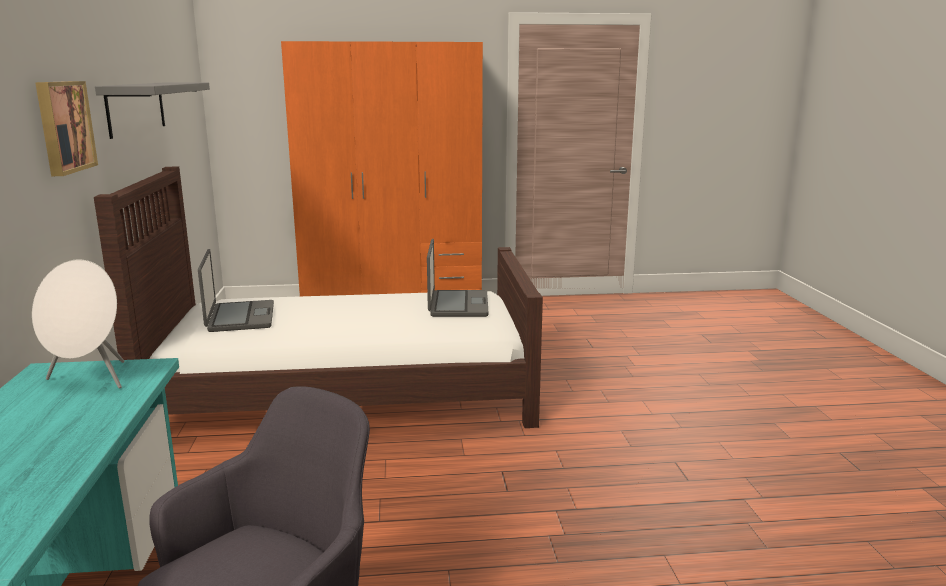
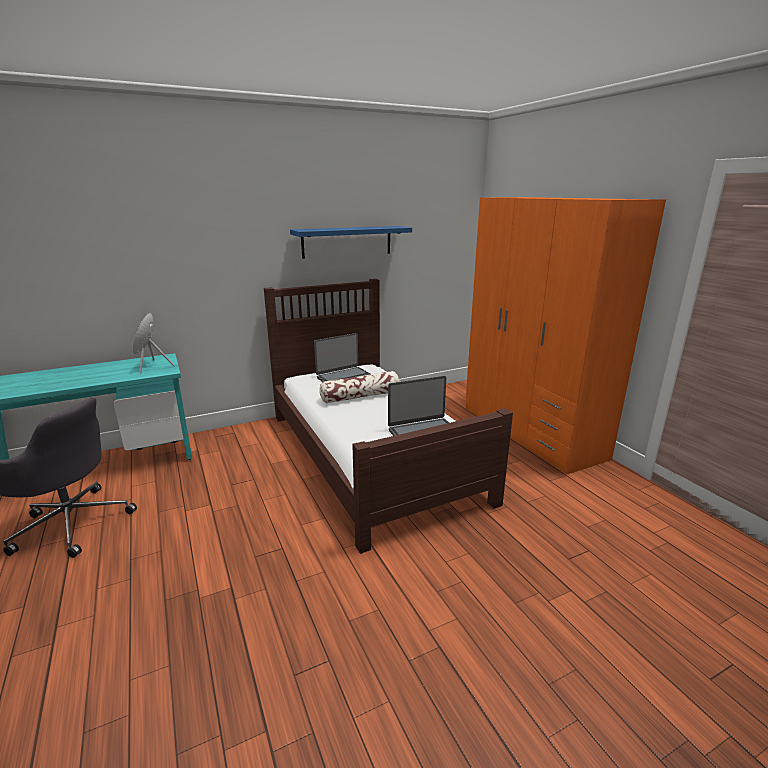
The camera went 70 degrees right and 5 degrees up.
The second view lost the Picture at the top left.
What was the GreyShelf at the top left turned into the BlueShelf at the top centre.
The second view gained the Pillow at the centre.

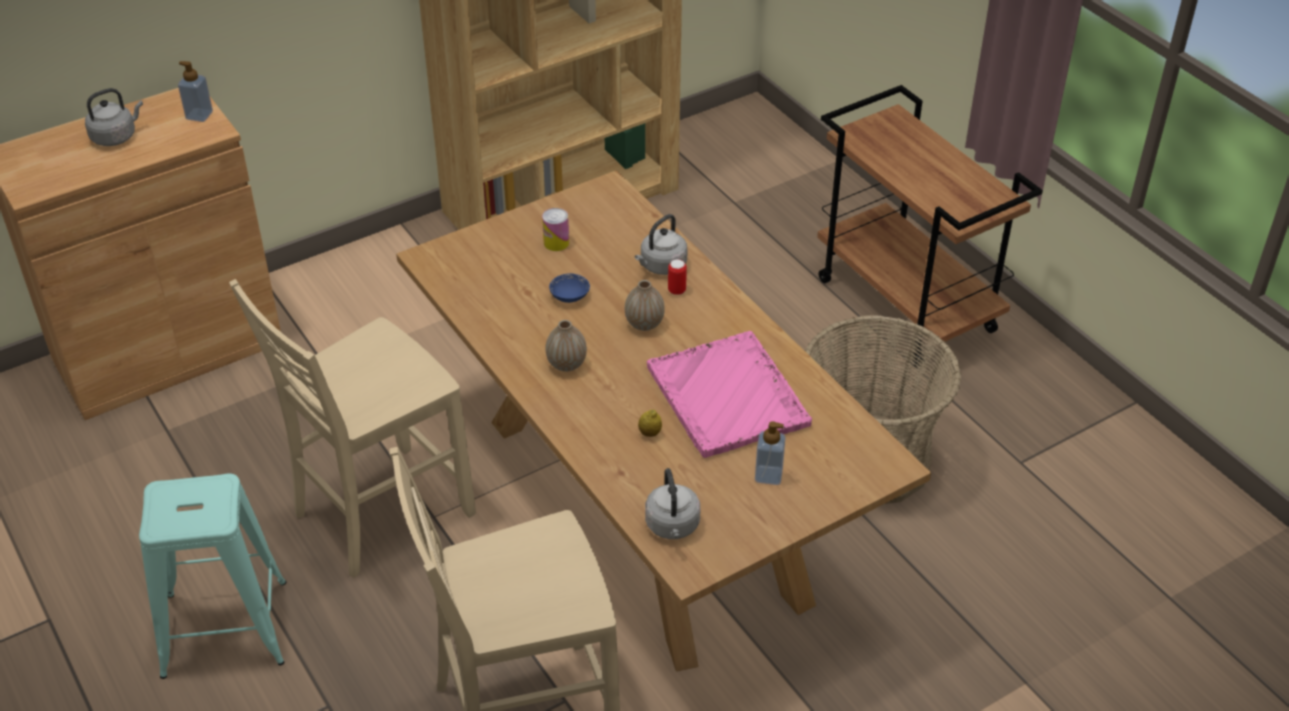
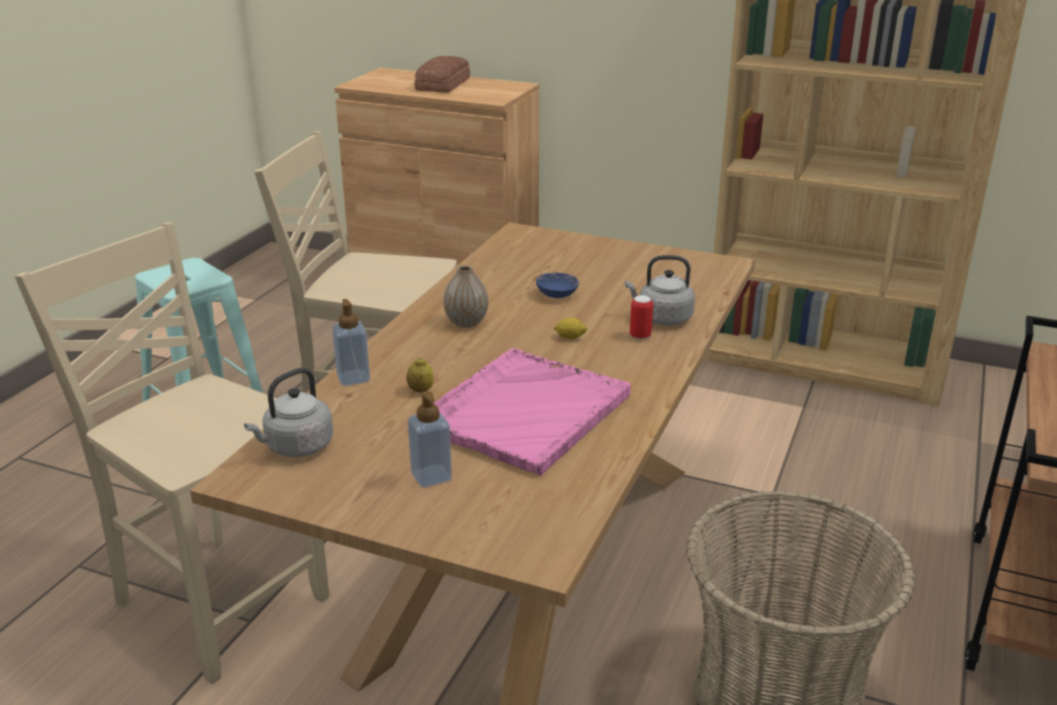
The camera went 55 degrees right and 15 degrees down.
Where the GreyKettle (1st from left) stood at the top left, the Bread came to stand at the top centre.
The SoapDispenser (1st from left) ended up elsewhere, having gone from the top left to the middle left.
The second view lost the Can (1st from left) at the top centre.
Where the Vase (2nd from left) stood at the centre, the Lemon (2nd from left) came to stand at the centre.

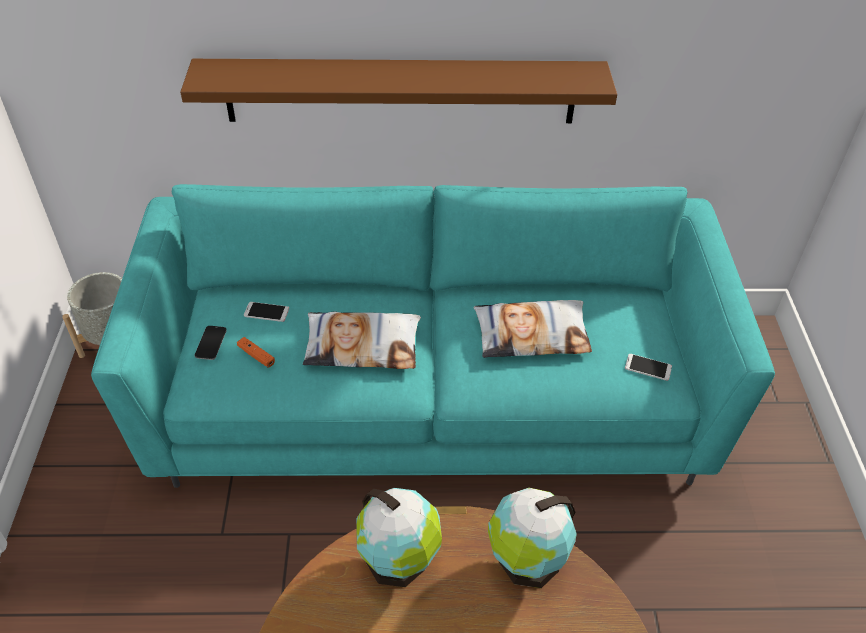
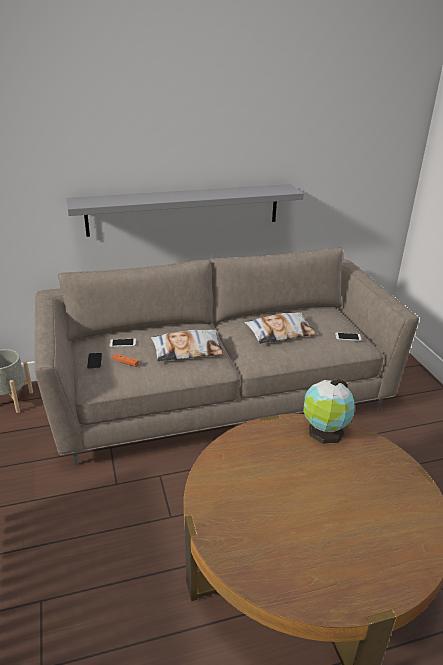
The camera went 15 degrees left and 15 degrees down.
What was the TurquoiseSofa at the centre turned into the BeigeSofa at the centre.
What was the BrownShelf at the top centre turned into the GreyShelf at the top centre.
The second view lost the Globe (1st from left) at the bottom centre.

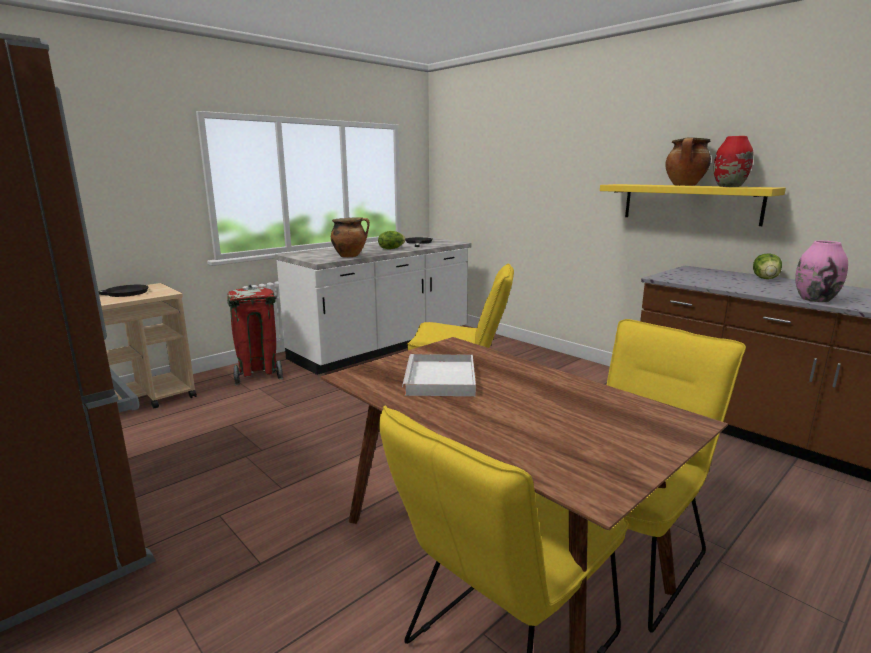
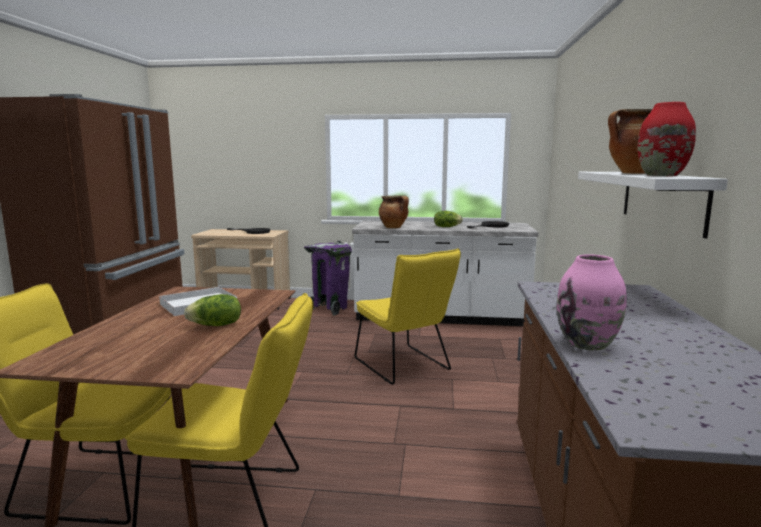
The camera went 50 degrees right and 5 degrees down.
What was the RedTrashCan at the middle left turned into the PurpleTrashCan at the centre.
What was the YellowShelf at the top right turned into the WhiteShelf at the middle right.
The Lettuce (2nd from left in the first image) ended up elsewhere, having gone from the middle right to the middle left.

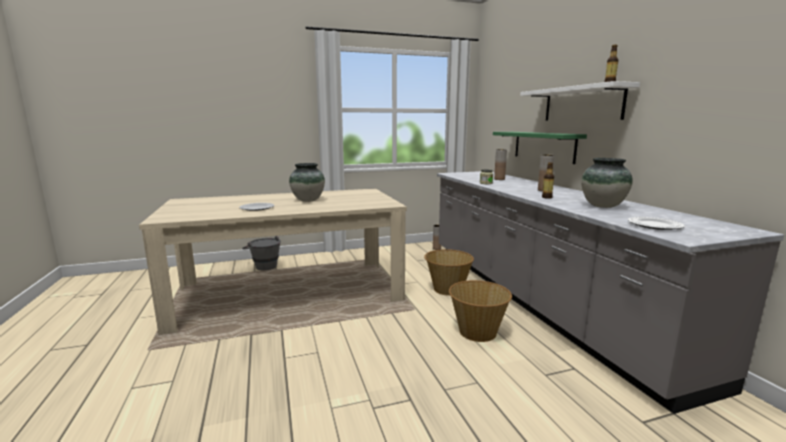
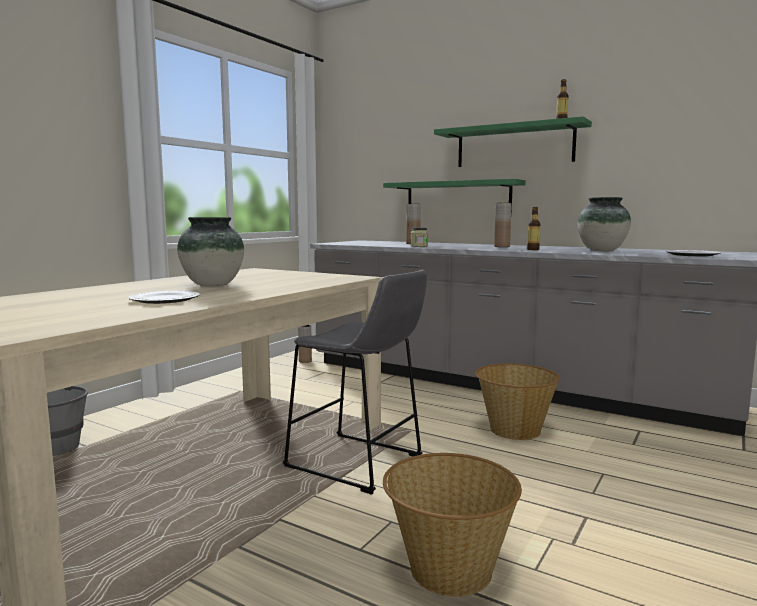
The camera went 40 degrees left and 5 degrees down.
The Basket (1st from left) ended up elsewhere, having gone from the centre to the bottom centre.
What was the WhiteShelf at the top right turned into the GreenShelf (2nd from left) at the top right.
The second view gained the GreyStool at the centre.

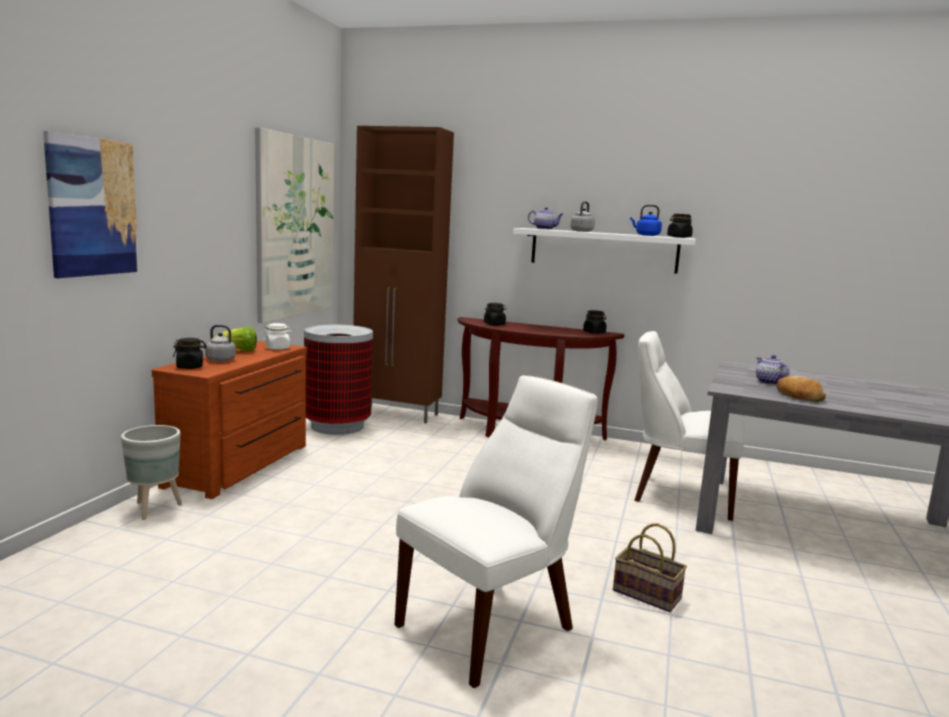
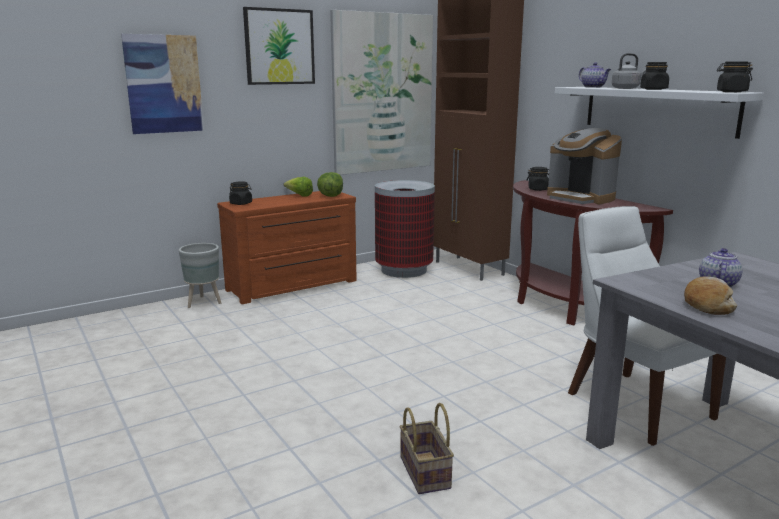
The camera went 40 degrees right and 5 degrees up.
The second view lost the GreyKettle (1st from left) at the middle left.
Where the WhiteJar stood at the middle left, the Lettuce (2nd from left) came to stand at the centre.
The second view lost the WhiteChair (1st from left) at the bottom centre.
The BlackJar (3rd from left) ended up elsewhere, having gone from the centre to the top right.
The second view lost the BlueKettle at the top right.
The second view gained the Picture (2nd from left) at the top centre.
The second view gained the CoffeeMachine at the top right.

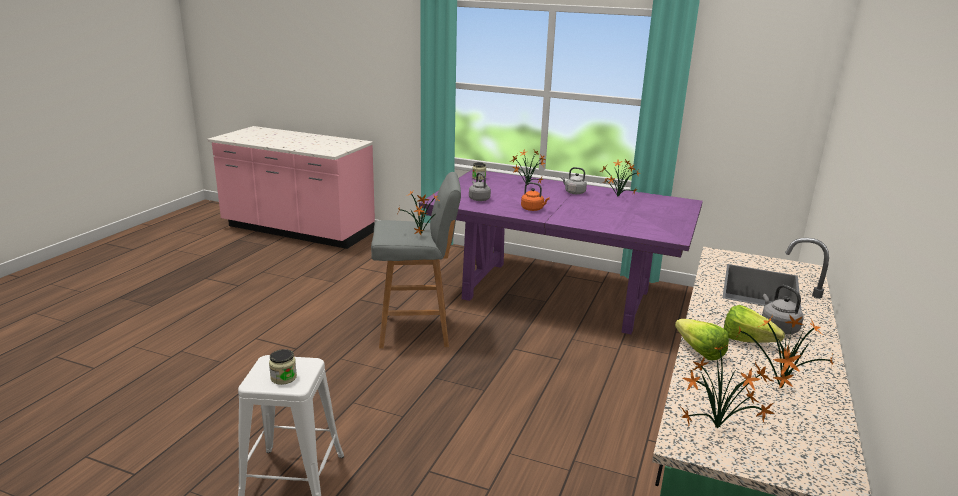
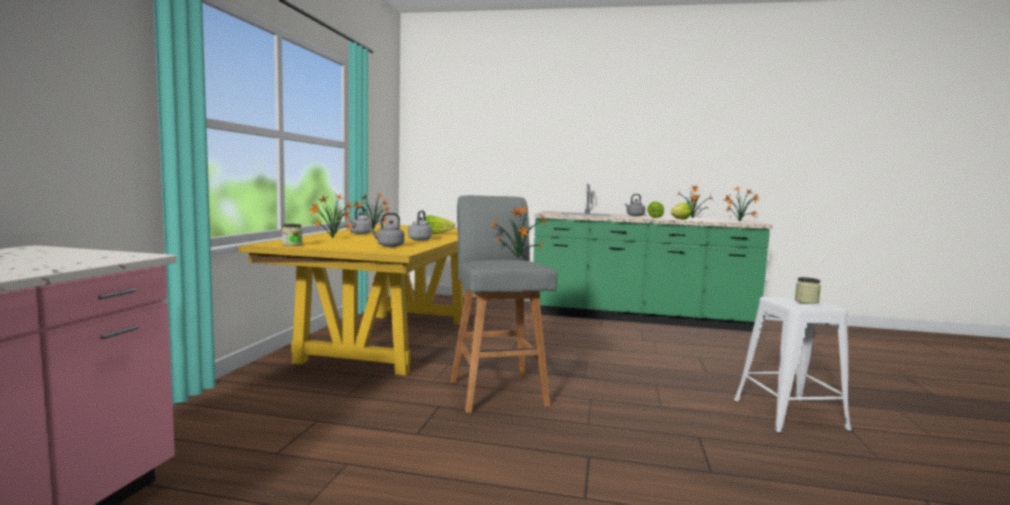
The camera went 100 degrees left and 15 degrees down.
What was the PurpleDiningTable at the centre turned into the YellowDiningTable at the centre.
What was the OrangeKettle at the centre turned into the GreyKettle (3rd from left) at the centre.
The second view gained the Lettuce (1st from left) at the centre.

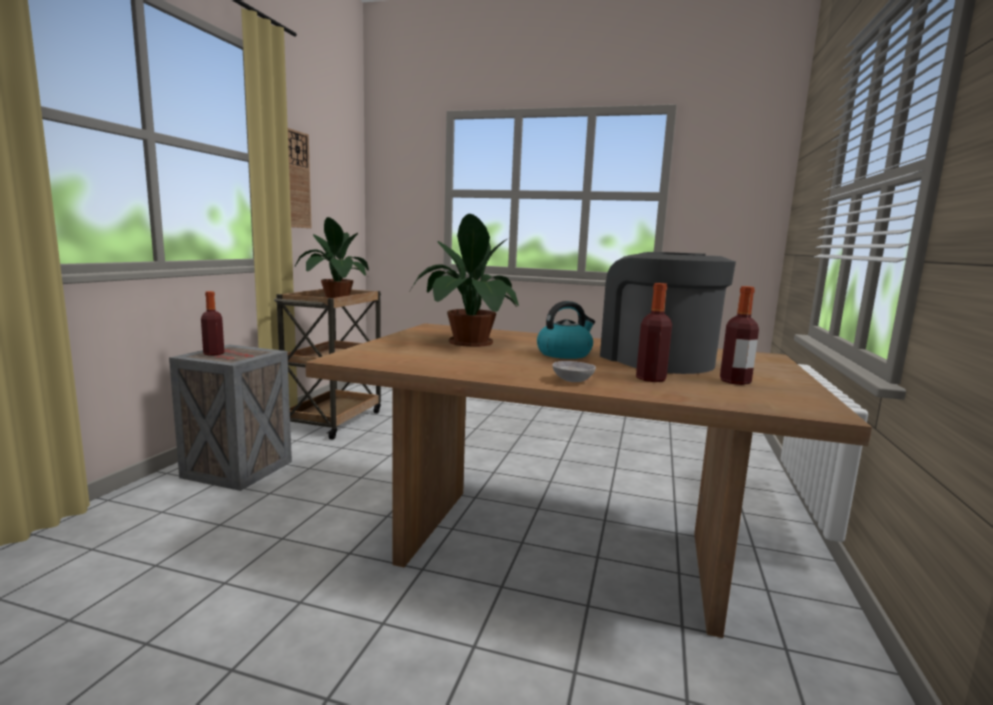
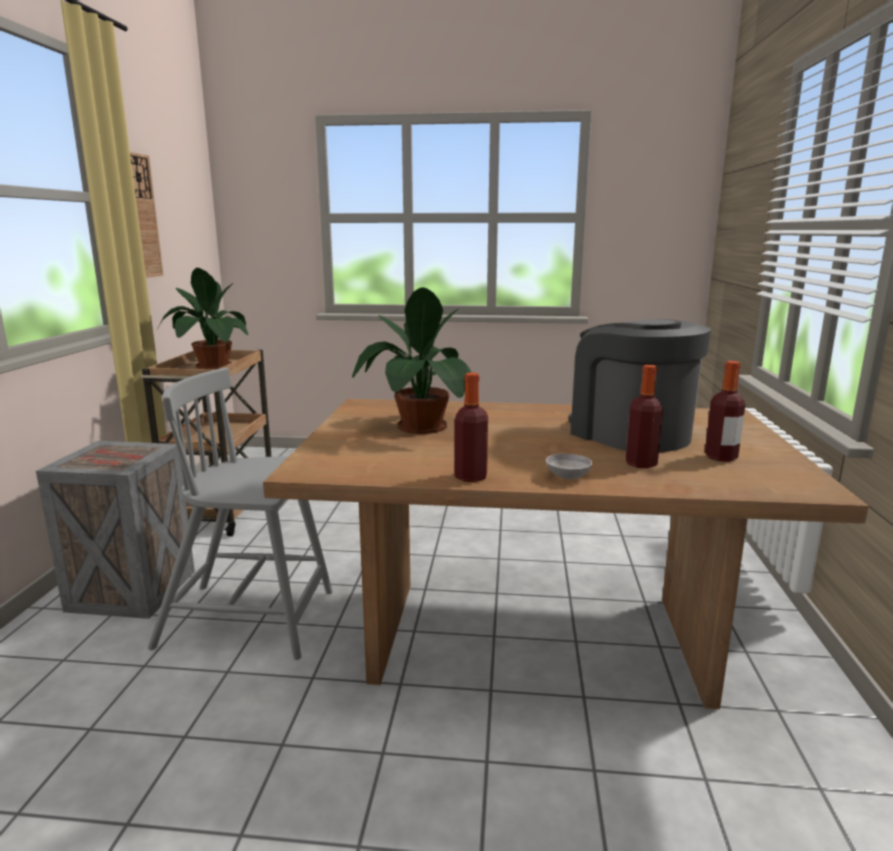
The camera went 10 degrees left and 5 degrees up.
The Bottle (1st from left) ended up elsewhere, having gone from the middle left to the centre.
The second view lost the Kettle at the centre.
The second view gained the GreyChair at the middle left.

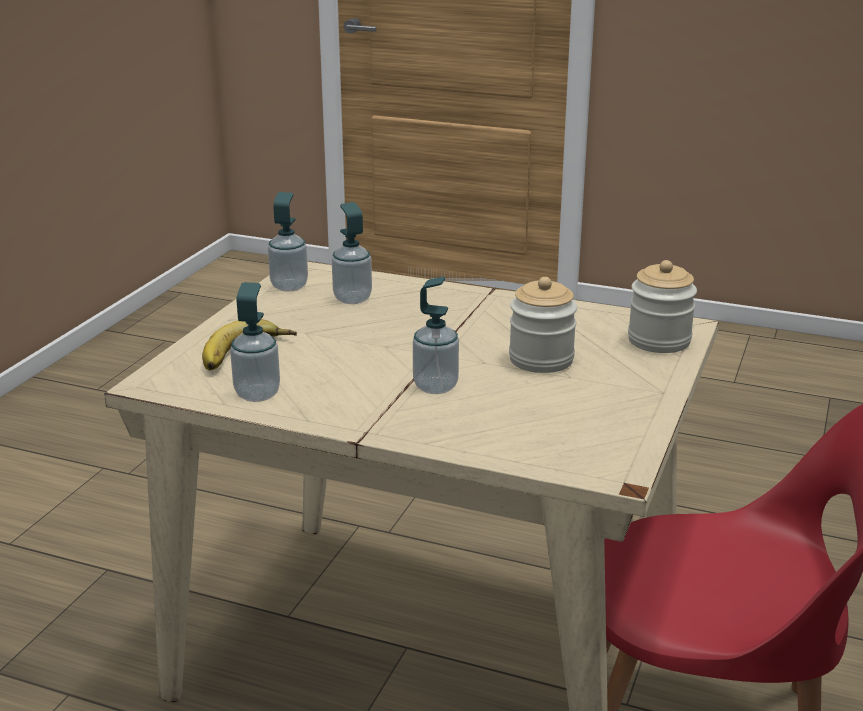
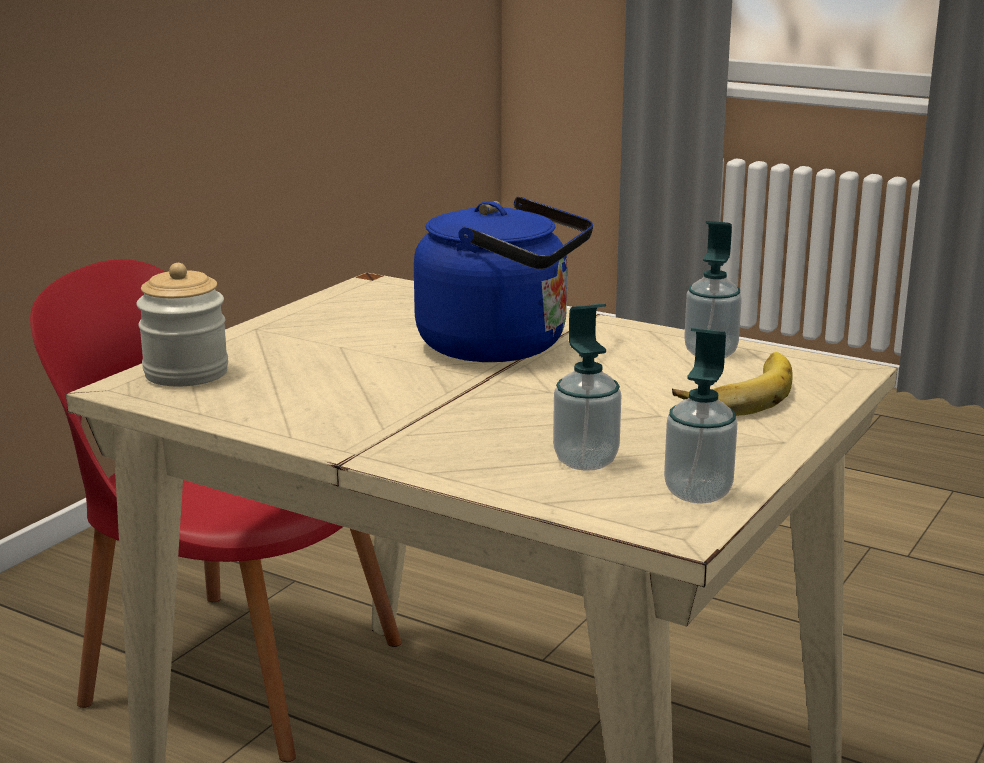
The camera went 170 degrees left and 5 degrees down.
Where the SoapDispenser (4th from left) stood at the centre, the BlueKettle came to stand at the centre.
The second view lost the Jar (1st from left) at the centre.

